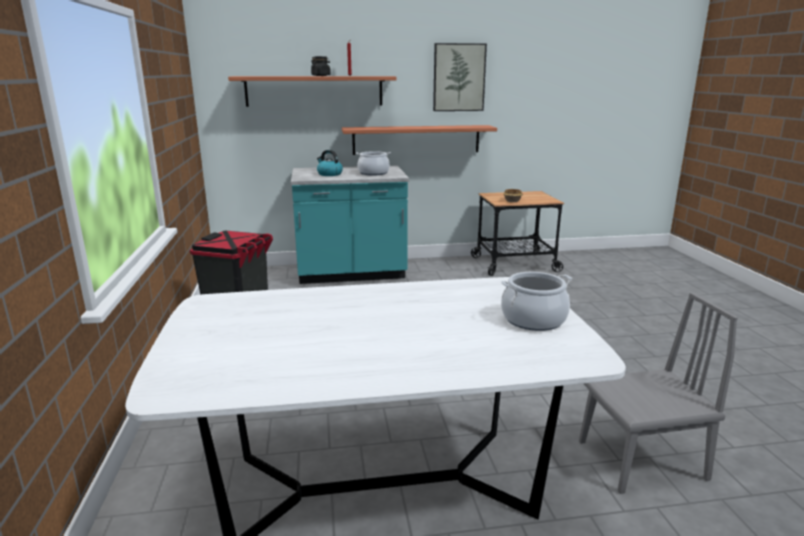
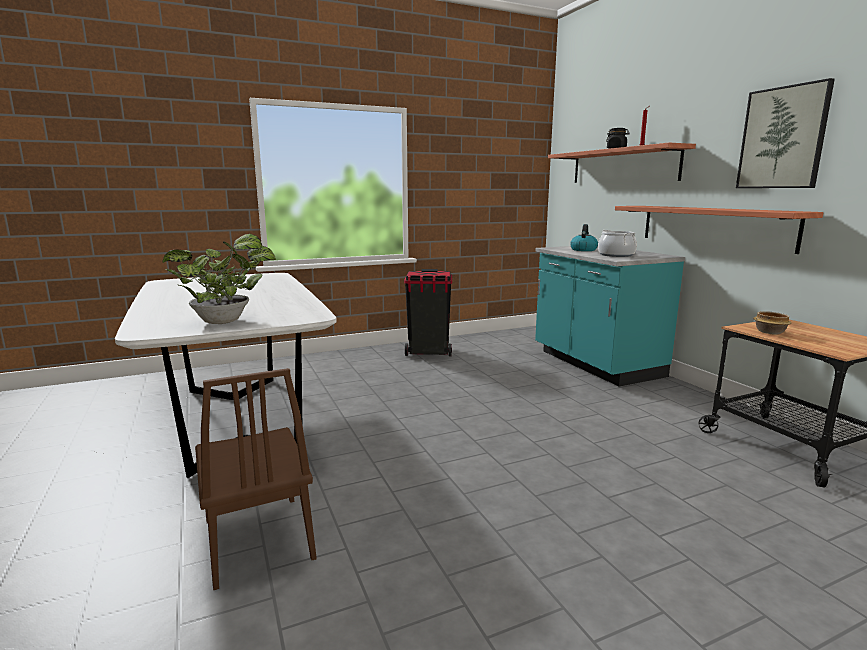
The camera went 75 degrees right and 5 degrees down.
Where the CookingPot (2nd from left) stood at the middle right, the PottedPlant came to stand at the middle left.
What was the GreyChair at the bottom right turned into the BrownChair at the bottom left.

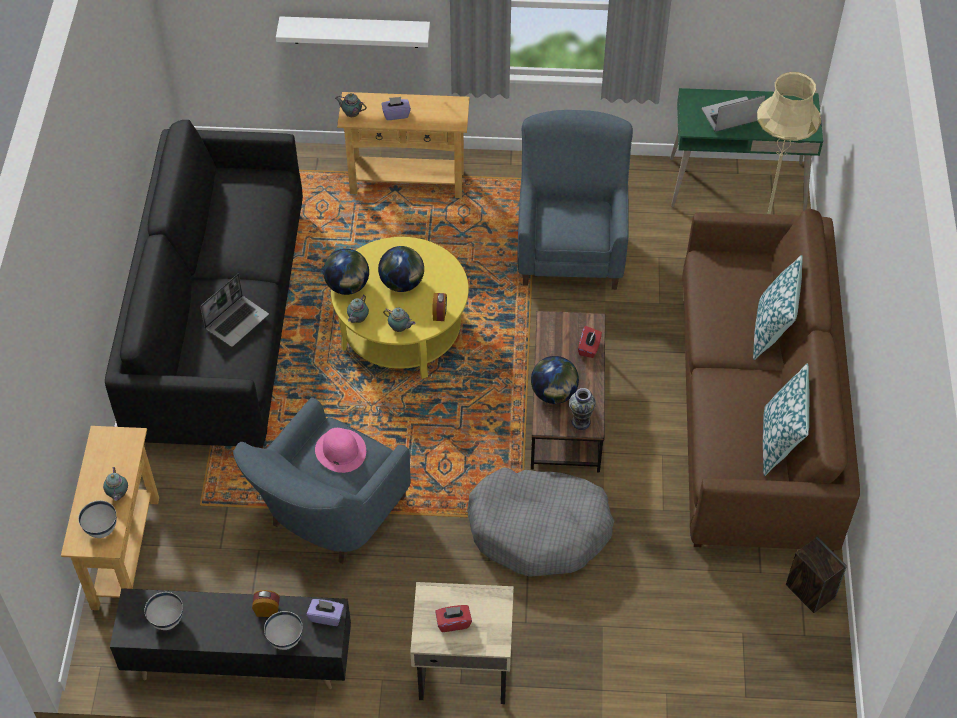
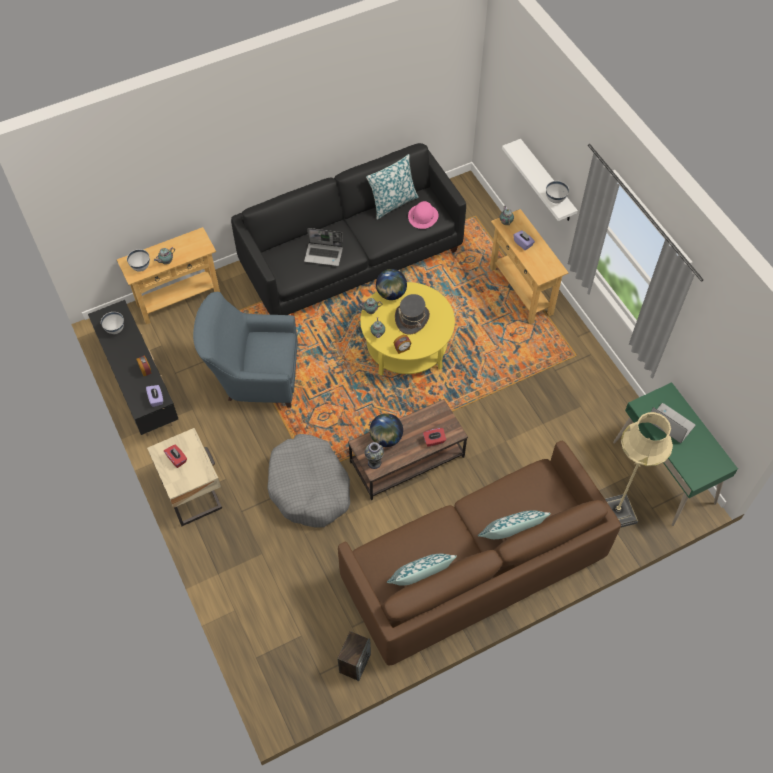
The camera went 60 degrees right and 5 degrees up.
The WhiteBowl (3rd from left) ended up elsewhere, having gone from the bottom left to the top right.
The PinkHat ended up elsewhere, having gone from the centre to the top centre.
Where the Globe (2nd from left) stood at the centre, the GreyHat came to stand at the centre.
The second view lost the BlueArmchair (2nd from left) at the top centre.
The second view gained the Pillow (1st from left) at the top centre.

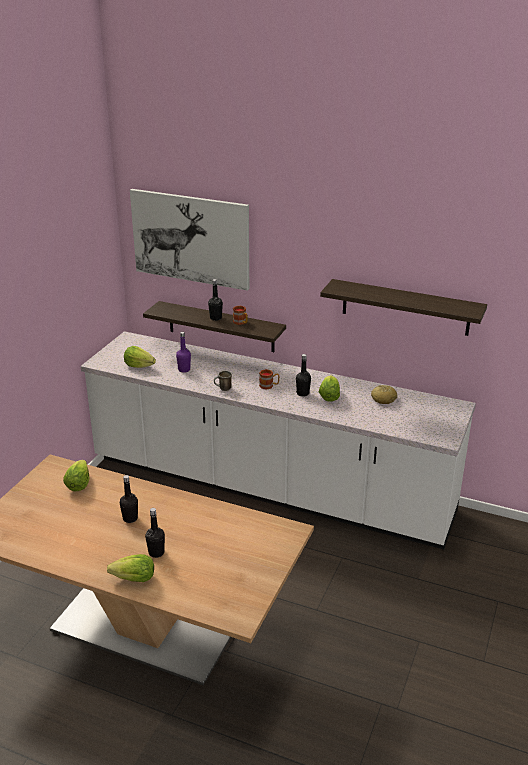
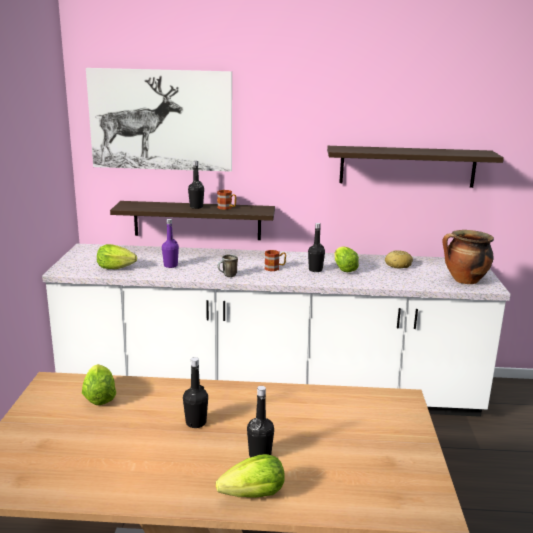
The camera went 20 degrees left and 10 degrees down.
The second view gained the CookingPot at the middle right.

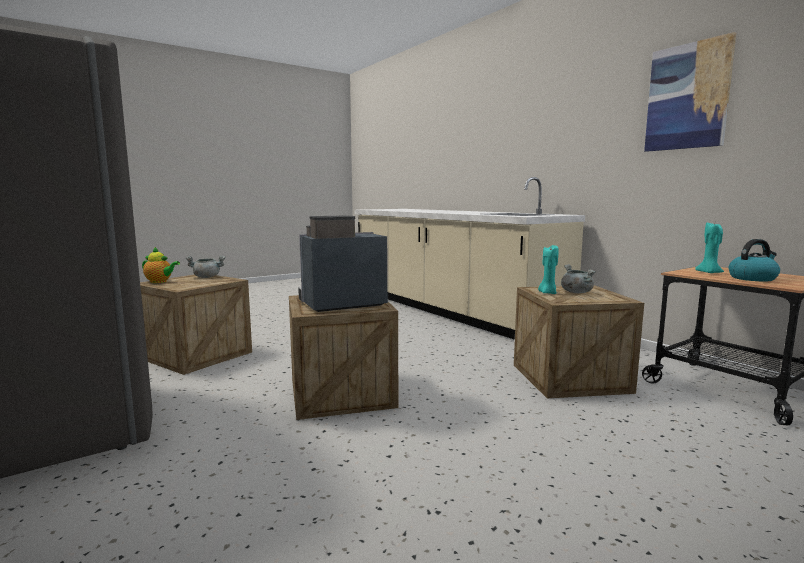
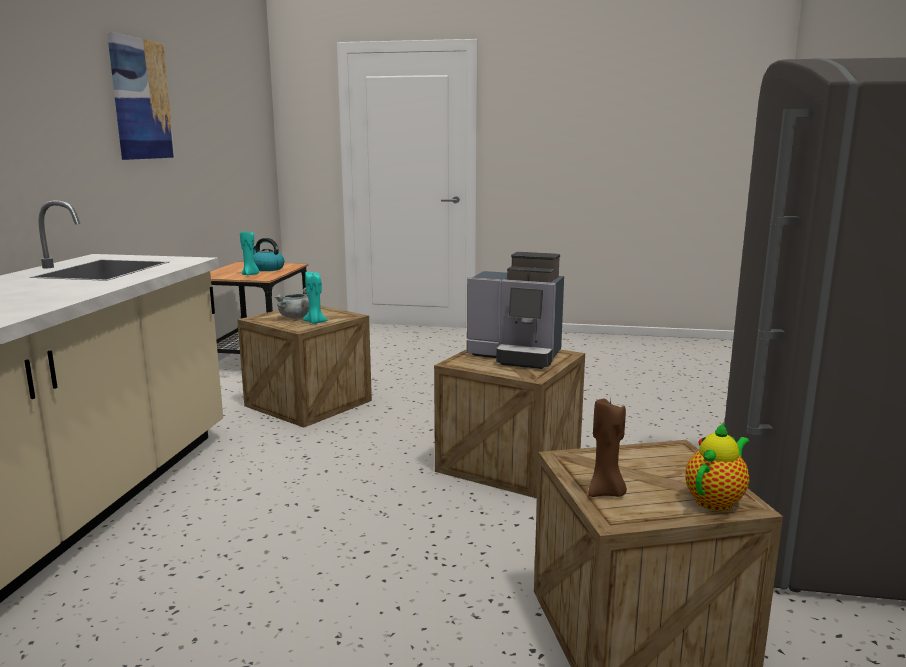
The camera went 135 degrees left and 5 degrees up.
The Teapot at the middle left ended up facing another way, 75 degrees clockwise from before.
Where the GreyCookingPot (1st from left) stood at the middle left, the BrownCandle came to stand at the bottom right.

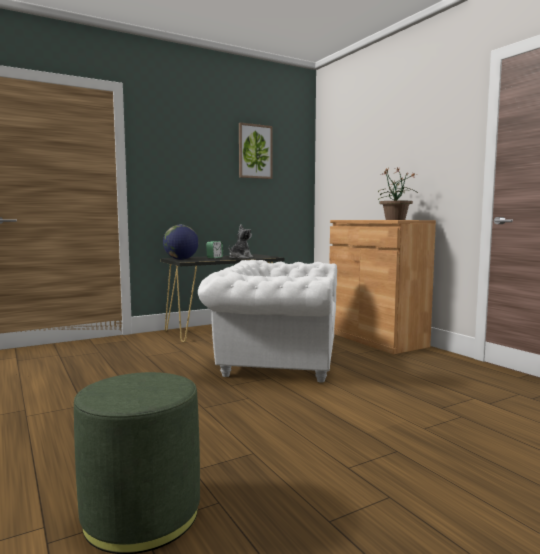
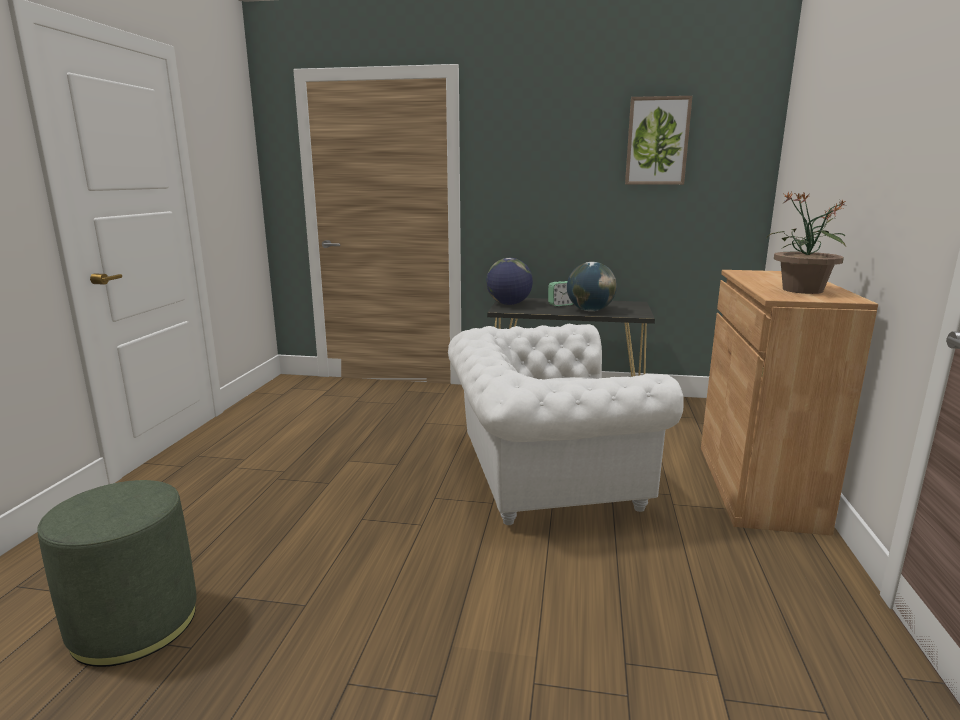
The camera went 40 degrees right and 10 degrees up.
The WhiteArmchair at the centre ended up facing another way, 60 degrees counterclockwise from before.
Where the PlushToy stood at the centre, the Globe (2nd from left) came to stand at the centre.

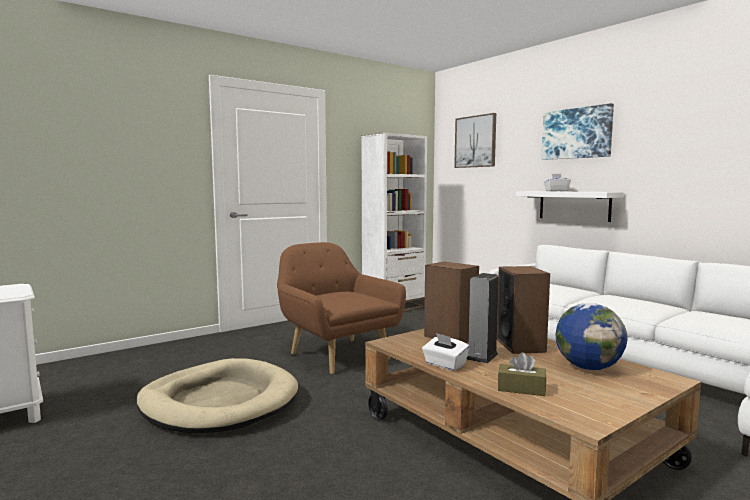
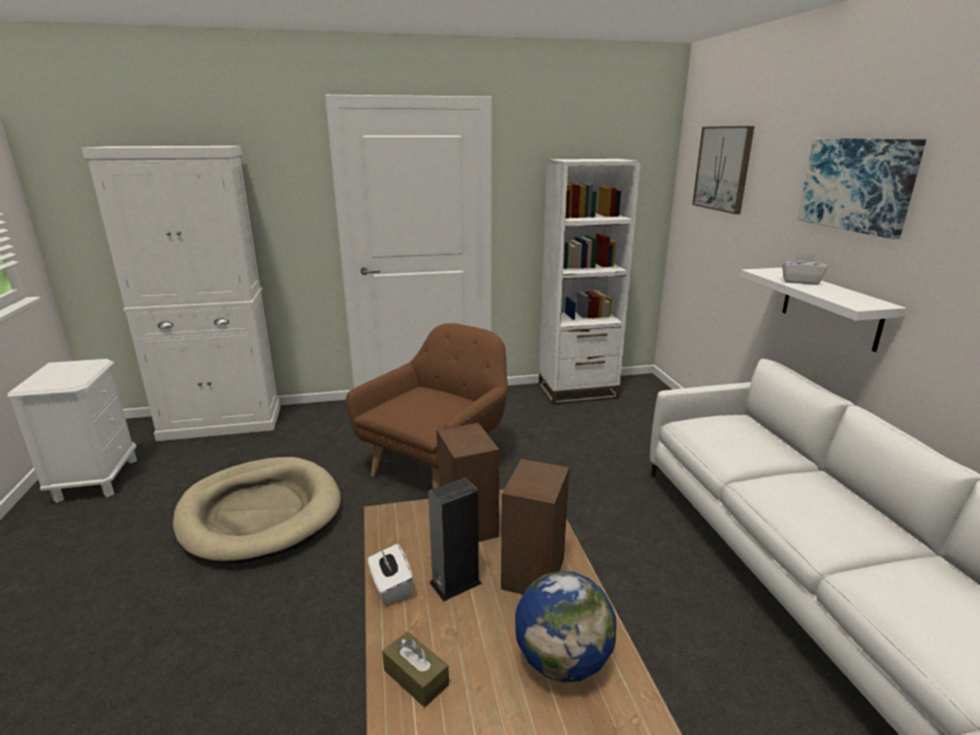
The camera went 25 degrees right and 15 degrees up.
The BrownArmchair at the centre ended up facing another way, 45 degrees clockwise from before.
The second view gained the WhiteCabinet at the middle left.

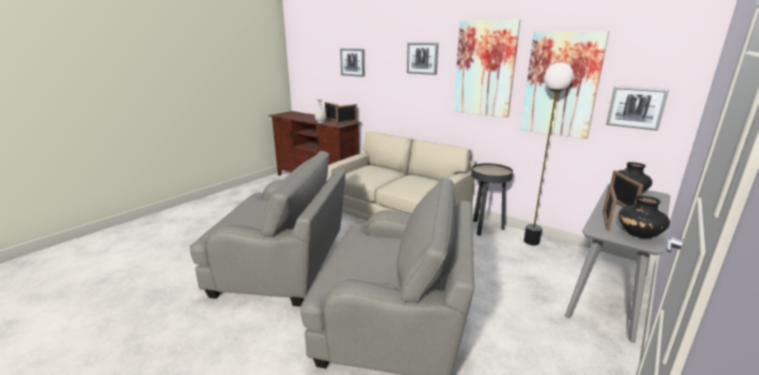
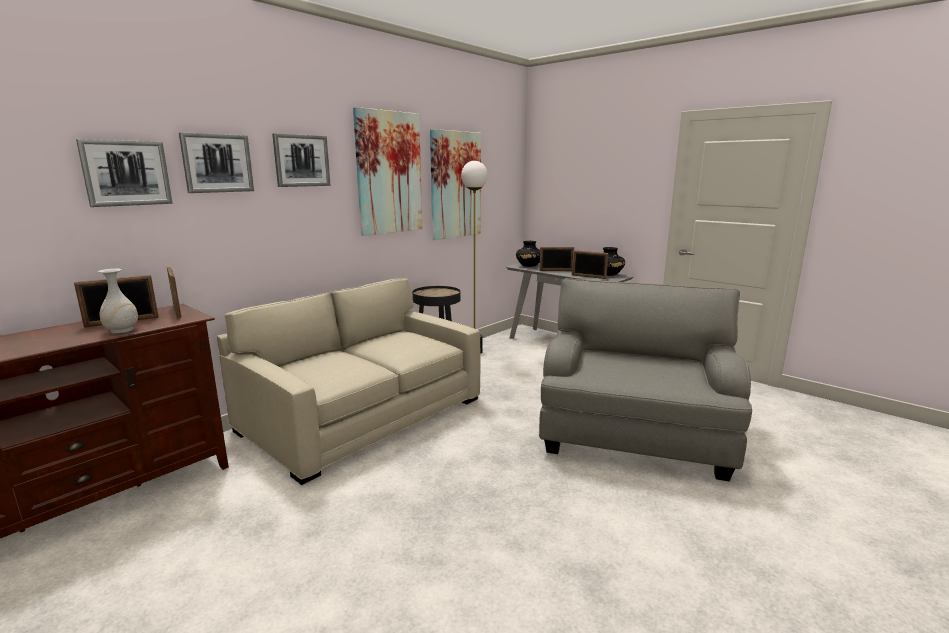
The camera went 85 degrees left and 5 degrees down.
The second view lost the GreyArmchair (1st from left) at the centre.
The Picture (5th from left in the first image) ended up elsewhere, having gone from the top right to the top left.

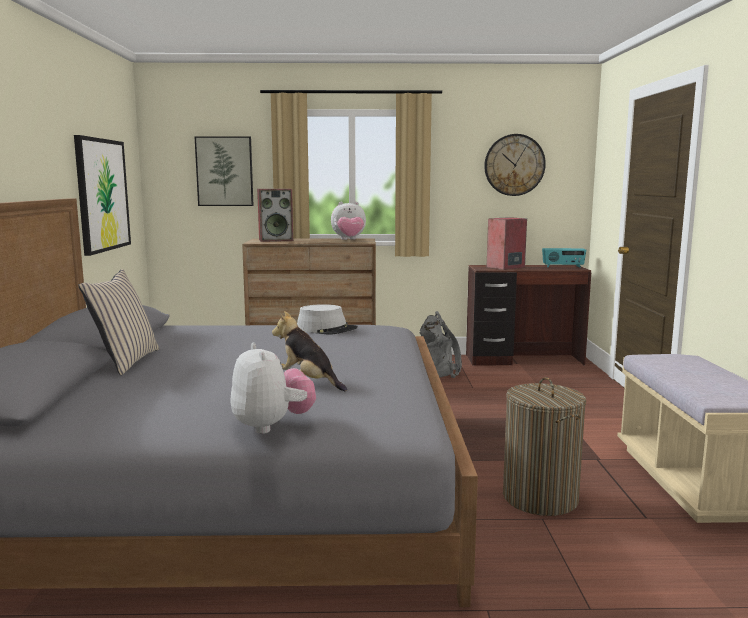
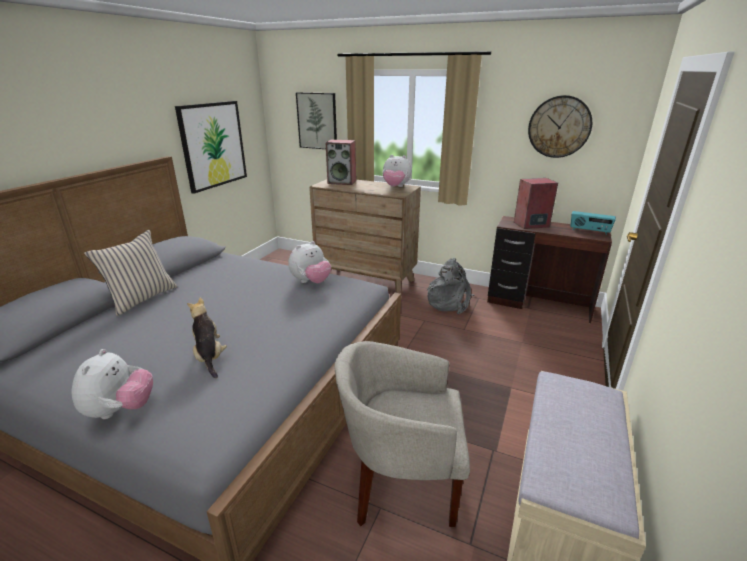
The camera went 25 degrees right and 15 degrees up.
Where the GreyHat stood at the centre, the PlushToy (3rd from left) came to stand at the centre.
Where the LaundryBasket stood at the bottom right, the BeigeArmchair came to stand at the bottom centre.

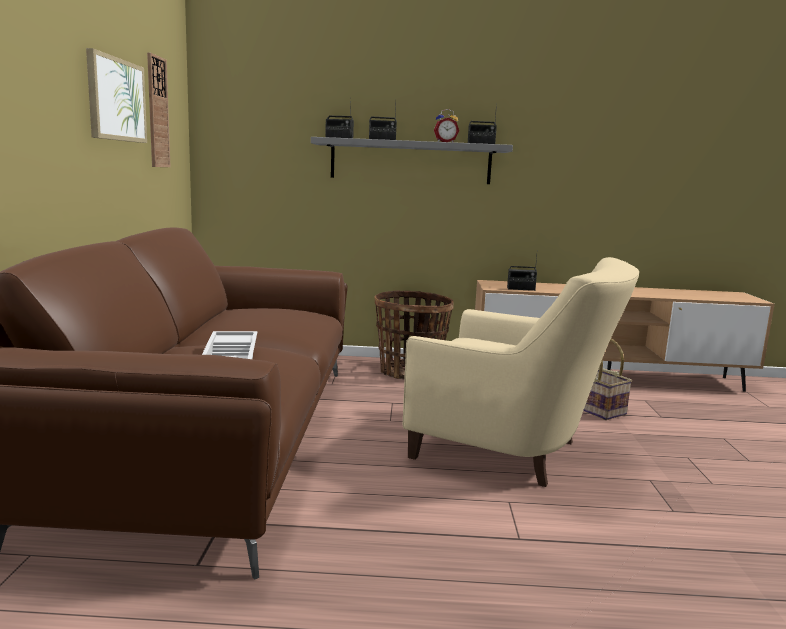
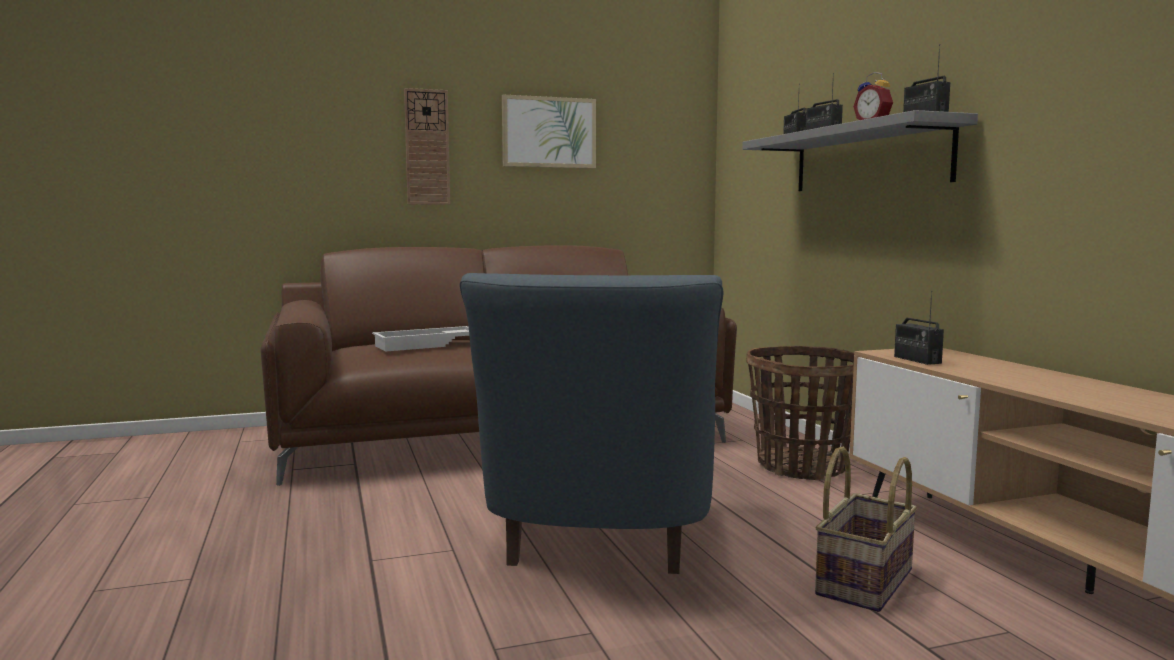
The camera went 70 degrees right and 5 degrees down.
The WallClock ended up elsewhere, having gone from the top left to the top centre.
What was the BeigeArmchair at the centre turned into the BlueArmchair at the centre.

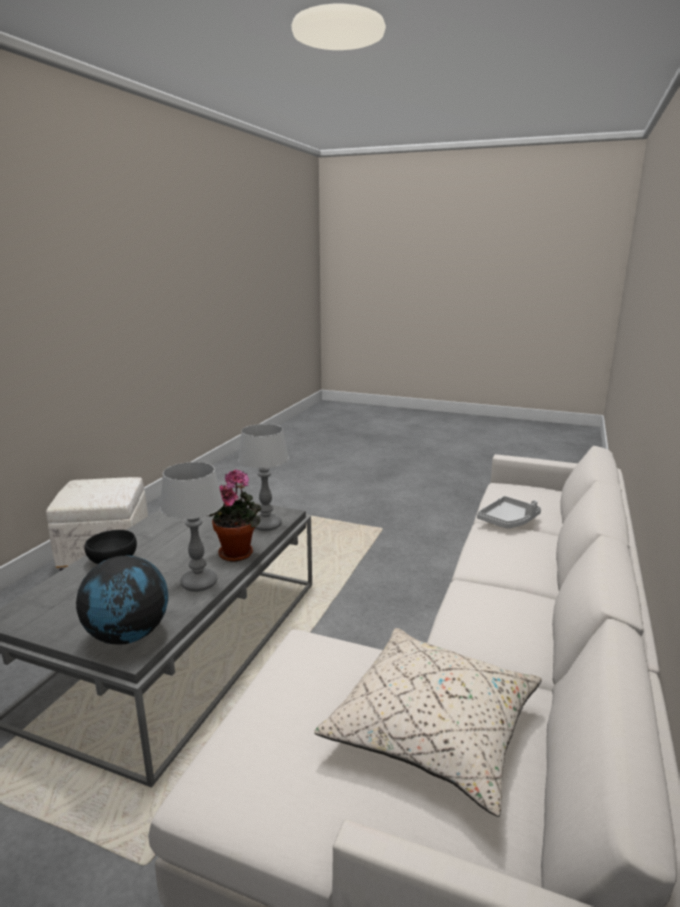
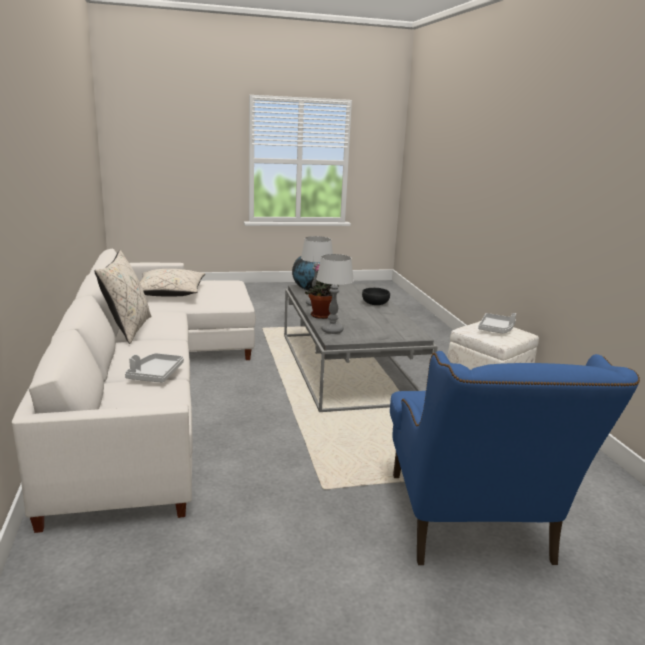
The camera went 145 degrees right and 0 degrees up.
The second view gained the BeigePillow (1st from left) at the middle left.
The second view gained the BlueArmchair at the bottom right.
The second view gained the GreyTray (2nd from left) at the middle right.

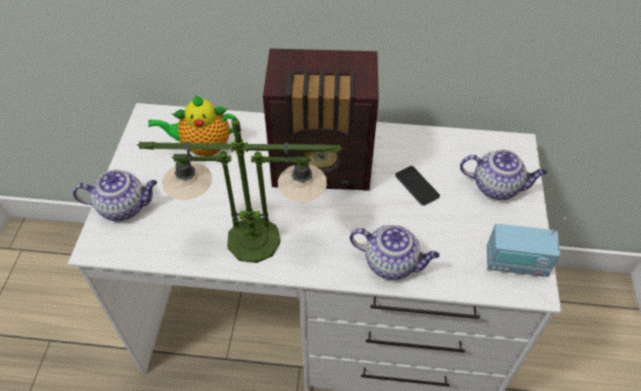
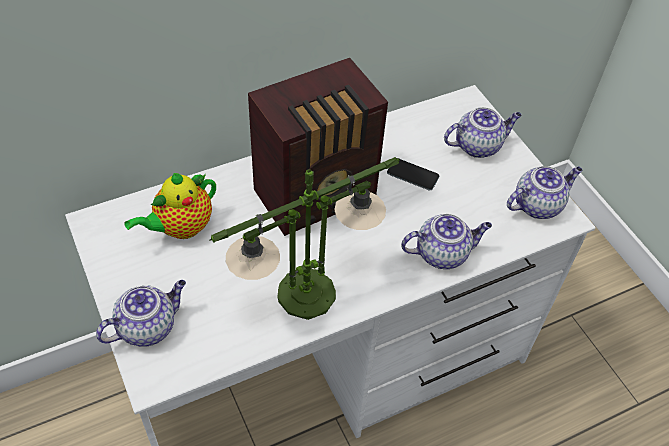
The camera went 35 degrees left and 0 degrees up.
Where the Radio (2nd from left) stood at the middle right, the Teapot (5th from left) came to stand at the middle right.

